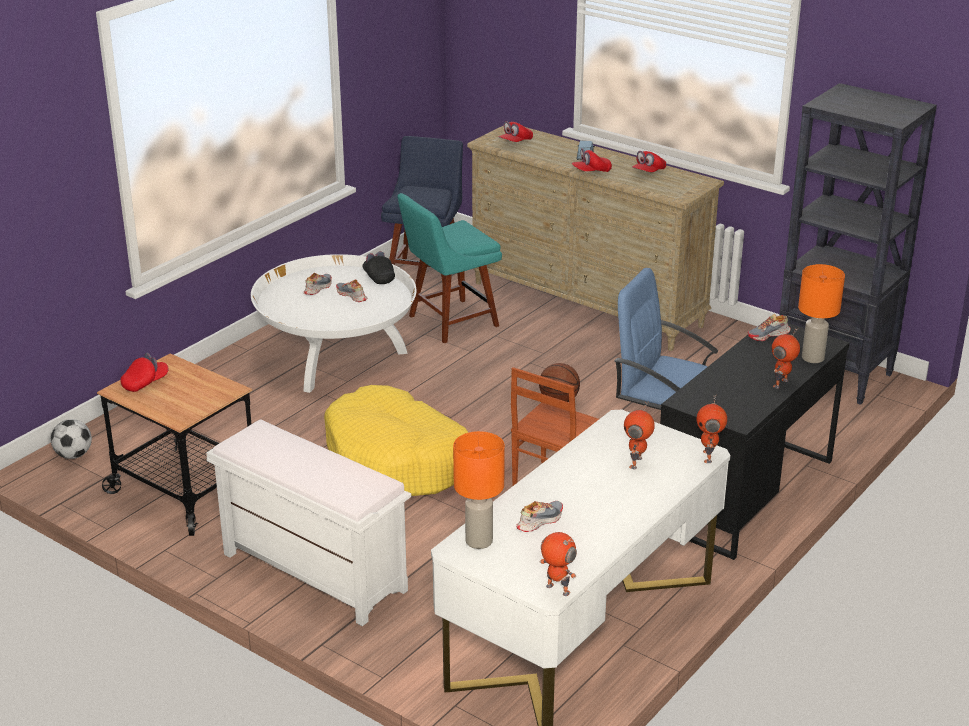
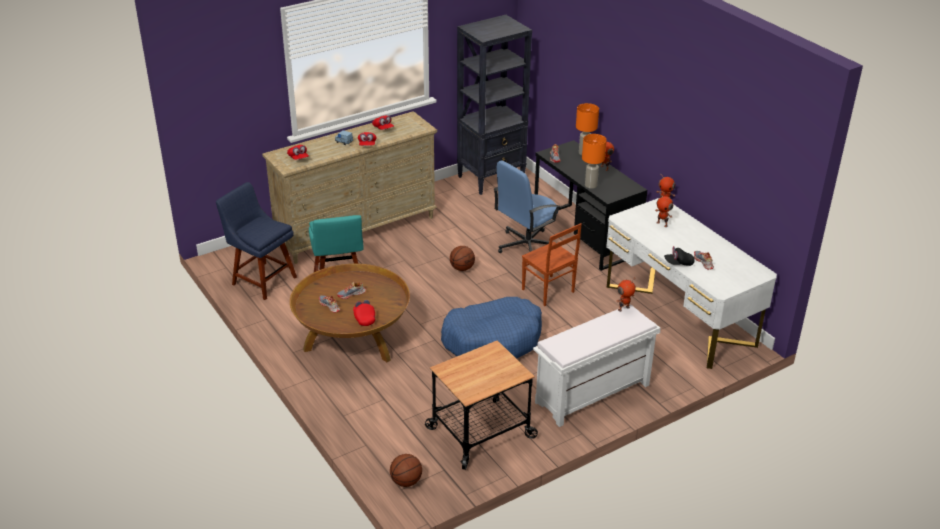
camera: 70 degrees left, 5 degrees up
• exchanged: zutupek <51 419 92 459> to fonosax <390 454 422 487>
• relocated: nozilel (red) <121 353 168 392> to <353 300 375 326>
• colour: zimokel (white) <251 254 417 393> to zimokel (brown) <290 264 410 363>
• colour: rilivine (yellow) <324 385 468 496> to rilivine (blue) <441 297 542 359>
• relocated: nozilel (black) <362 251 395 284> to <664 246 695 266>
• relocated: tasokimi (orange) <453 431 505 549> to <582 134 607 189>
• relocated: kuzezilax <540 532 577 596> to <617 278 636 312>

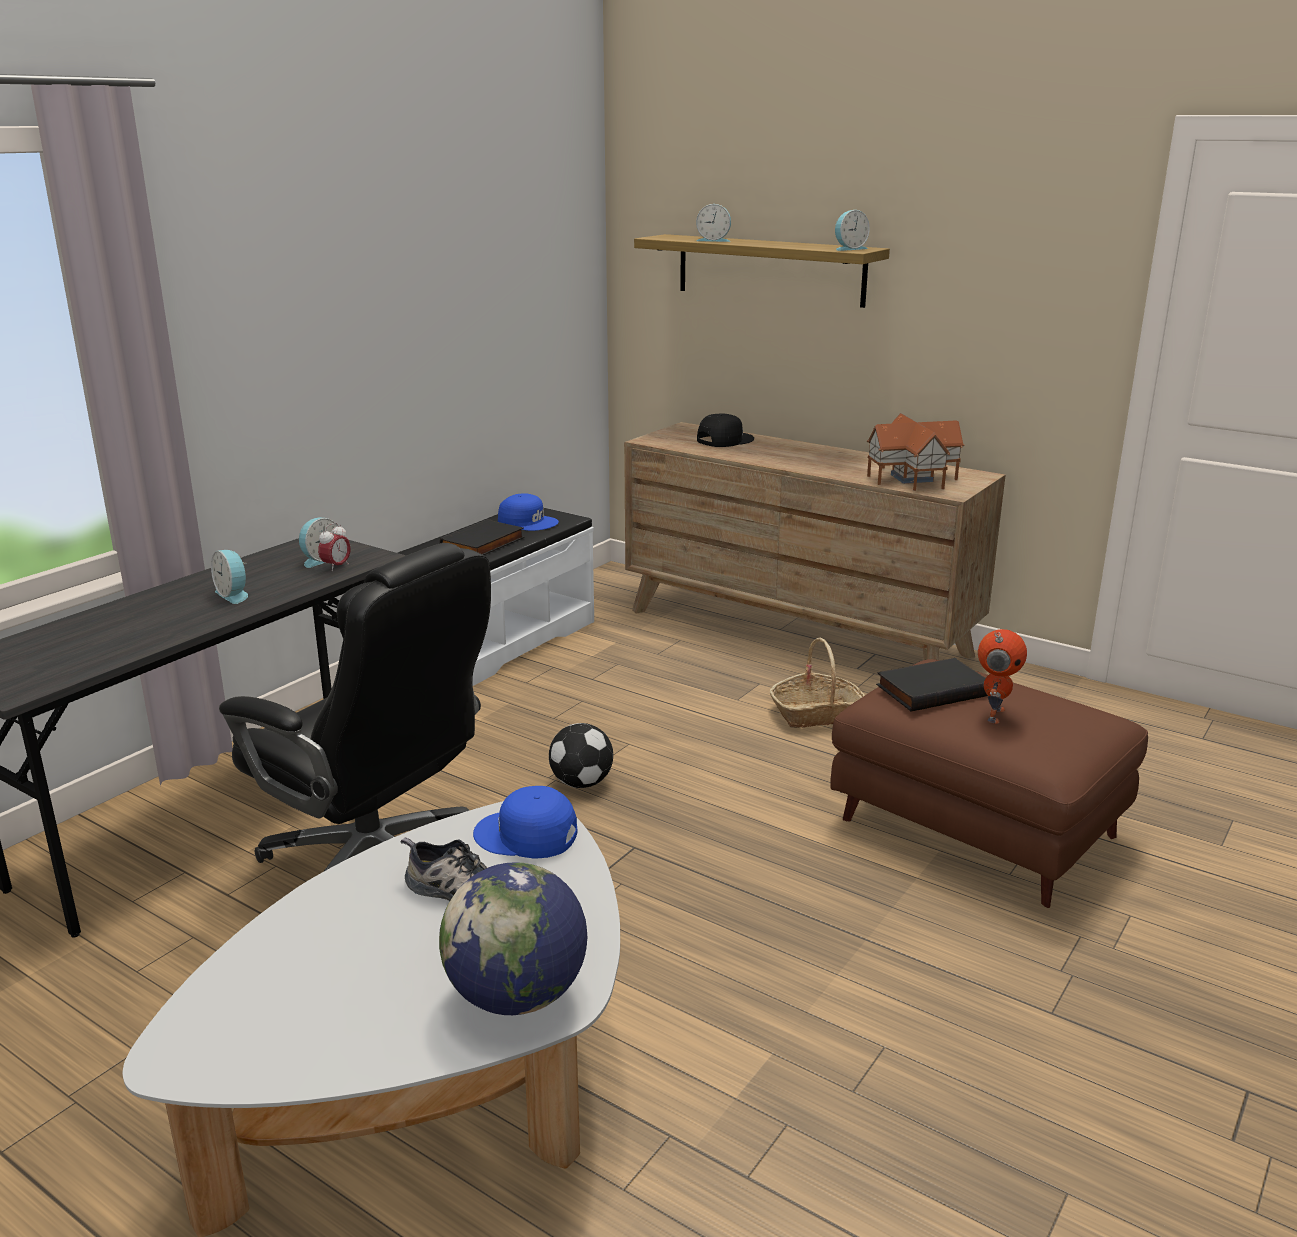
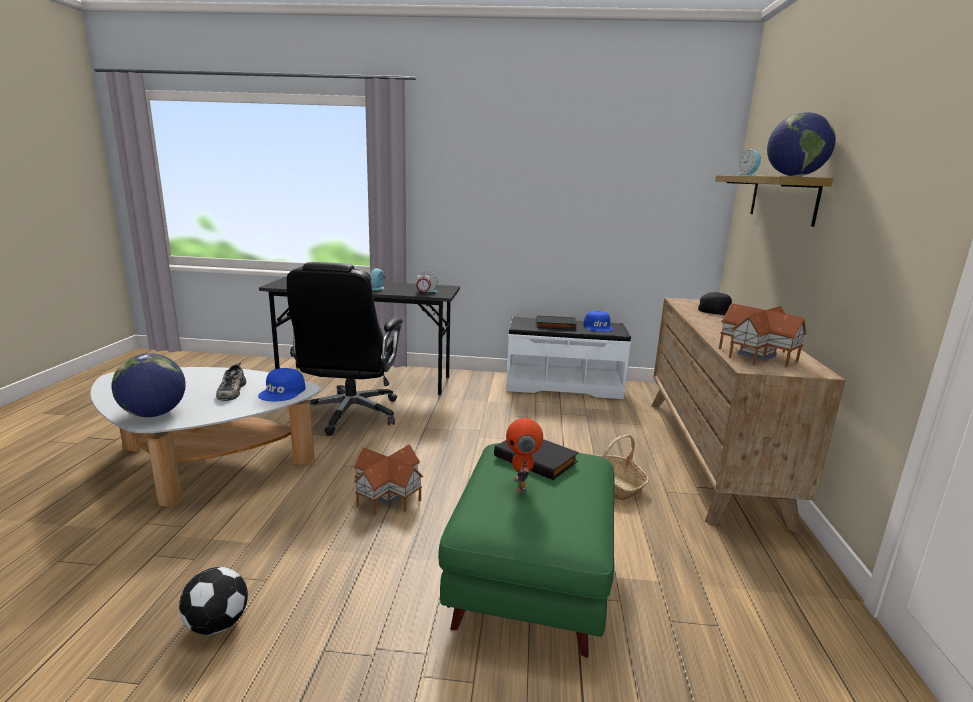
camera: 60 degrees right, 5 degrees down
• spun: nozilel (blue) <473 786 577 858> = <258 368 305 401> 150 degrees counterclockwise
• relocated: zutupek <549 723 613 788> to <179 567 248 635>
• colour: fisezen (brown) <830 659 1148 908> to fisezen (green) <438 443 615 658>
• exchanged: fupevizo <835 210 870 251> to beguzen <767 112 836 176>
• spun: kuzezilax <978 629 1027 724> = <506 407 543 493> 90 degrees clockwise
• appeared: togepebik <353 445 424 515>

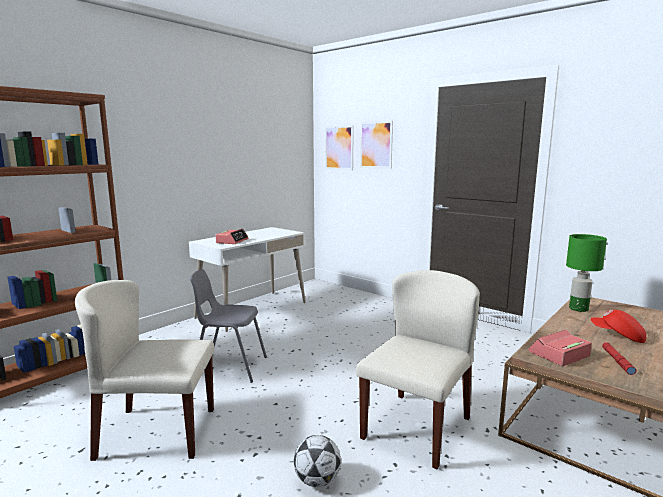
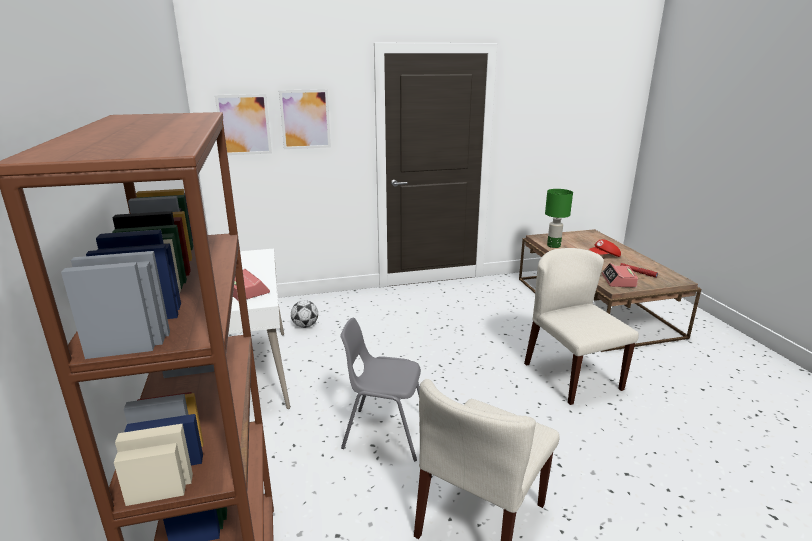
camera: 55 degrees left, 10 degrees up
• spun: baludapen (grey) <190 269 267 383> = <340 318 421 461> 60 degrees clockwise
• relocated: zutupek <294 435 341 487> to <291 300 318 328>

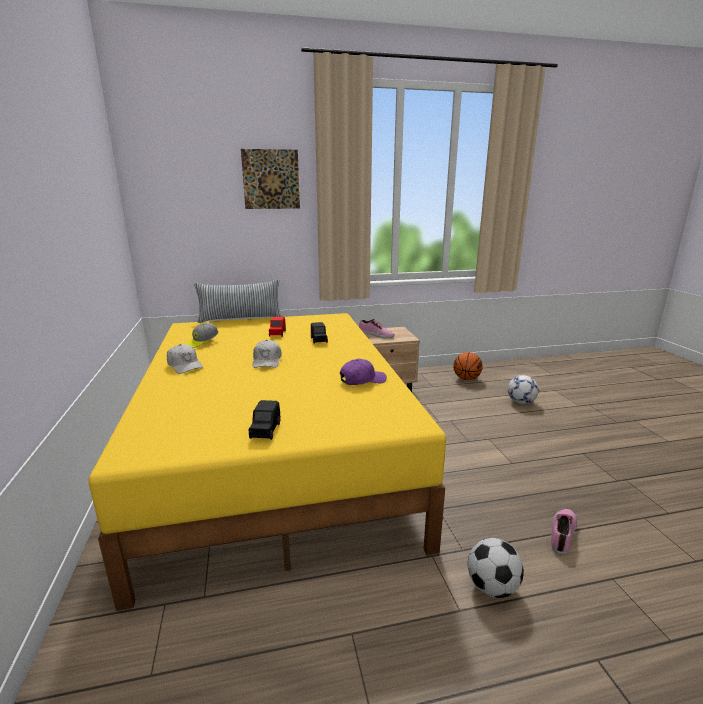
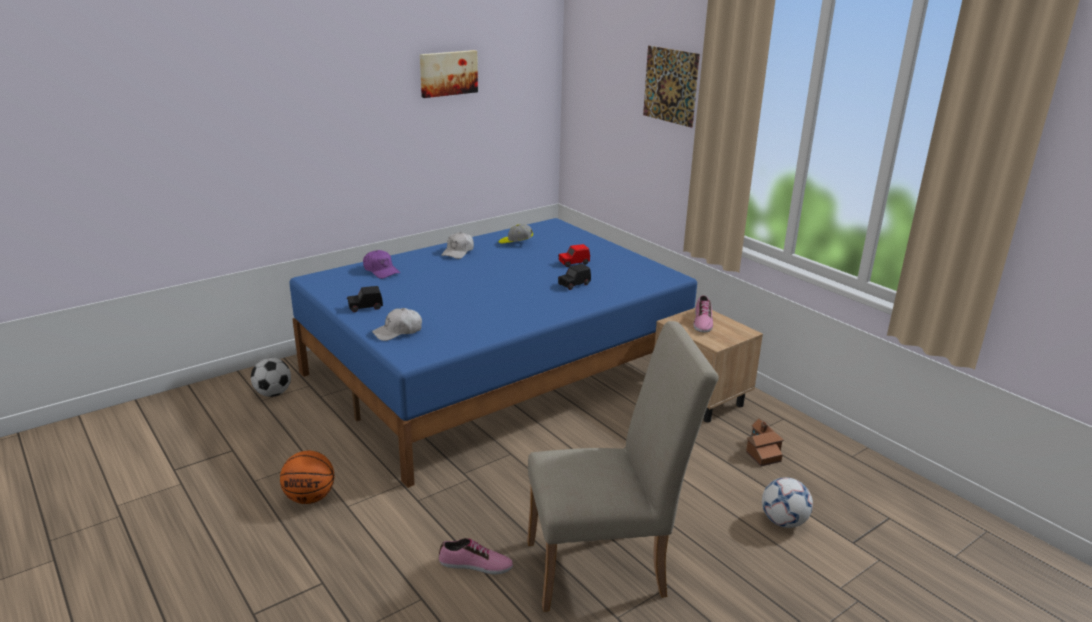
camera: 65 degrees right, 5 degrees up
• colour: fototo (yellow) <89 313 446 611> to fototo (blue) <290 218 697 488>
• missing: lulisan <194 279 282 323>
• relocated: nozilel (white) <253 340 282 368> to <372 308 422 341>
• relocated: nozilel (purple) <340 358 387 385> to <363 250 400 279>
• relocated: fonosax <453 352 483 380> to <280 451 334 504>
• relocated: zutupek <468 538 524 598> to <251 358 291 397>
• appeared: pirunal <420 50 478 98>
• appeared: baludapen (beige) <527 321 719 612>
• appeared: togepebik <746 419 784 466>

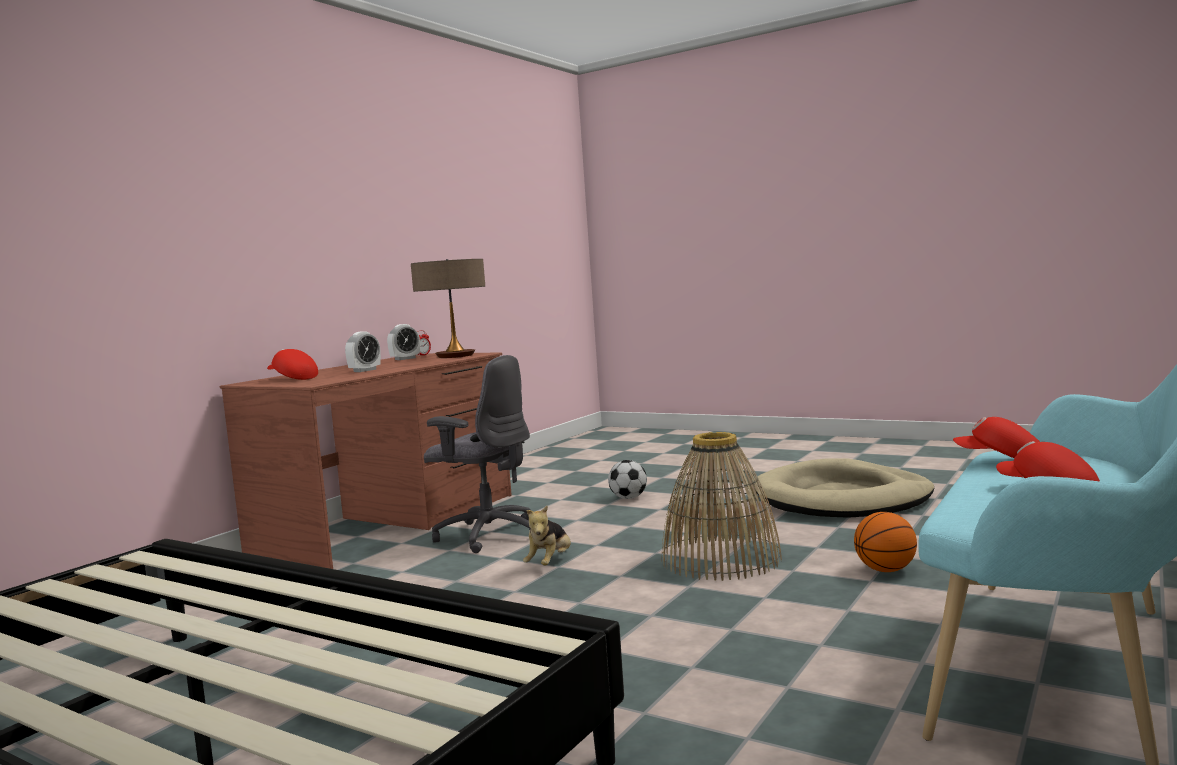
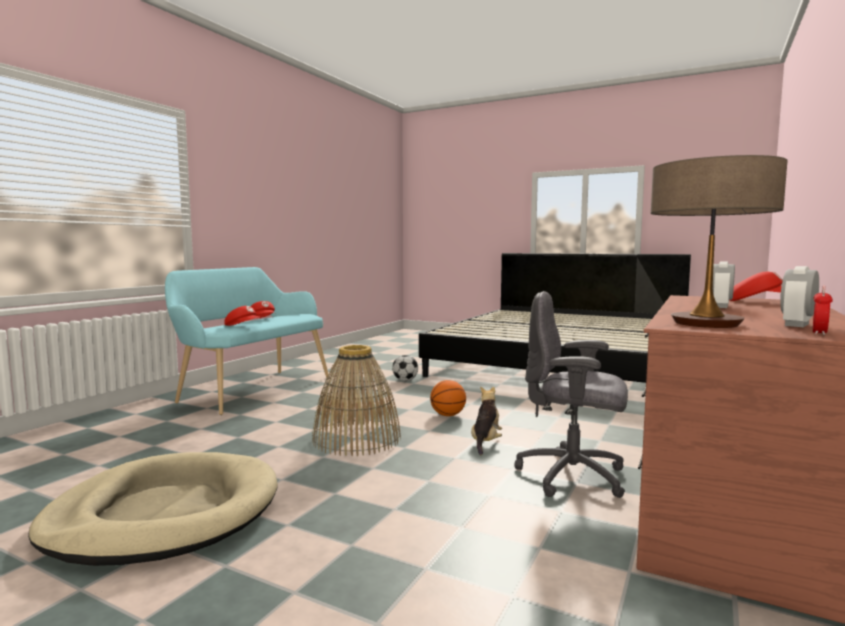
camera: 175 degrees right, 0 degrees up
• relocated: zutupek <608 460 647 499> to <392 355 418 381>
• relocated: fonosax <854 512 917 572> to <430 380 466 416>

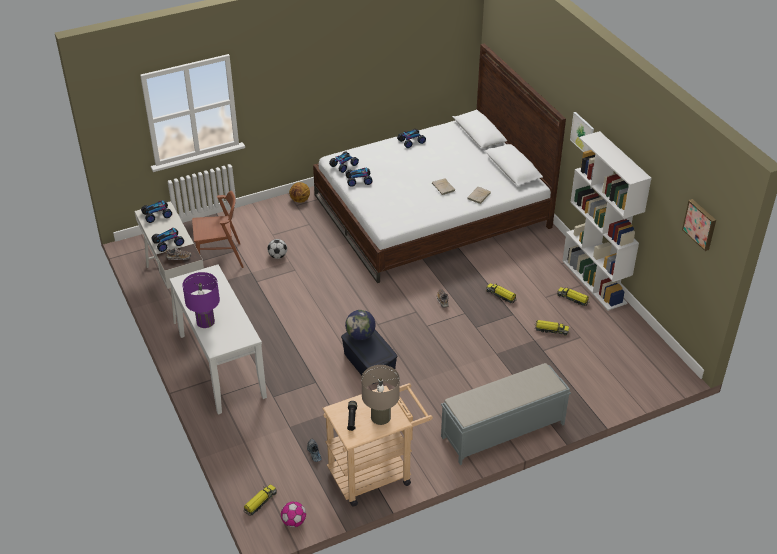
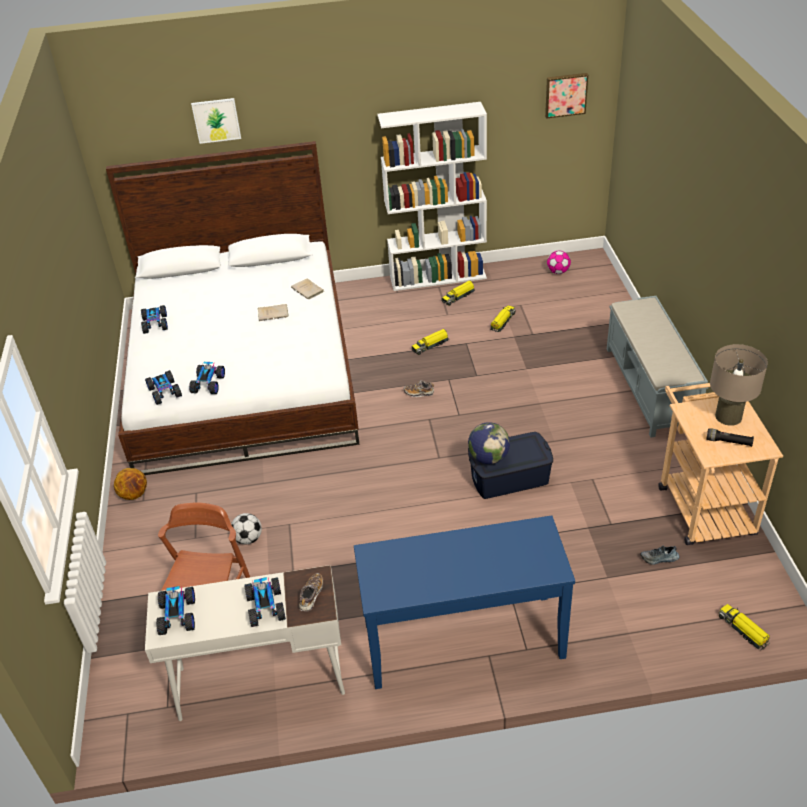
camera: 70 degrees left, 0 degrees up
• colour: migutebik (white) <169 264 267 415> to migutebik (blue) <354 515 575 689>
• missing: tasokimi (purple) <182 272 220 328>
• relocated: zutupek <281 501 306 527> to <547 251 571 274>
• relocated: pirunal <570 112 594 152> to <191 98 241 144>

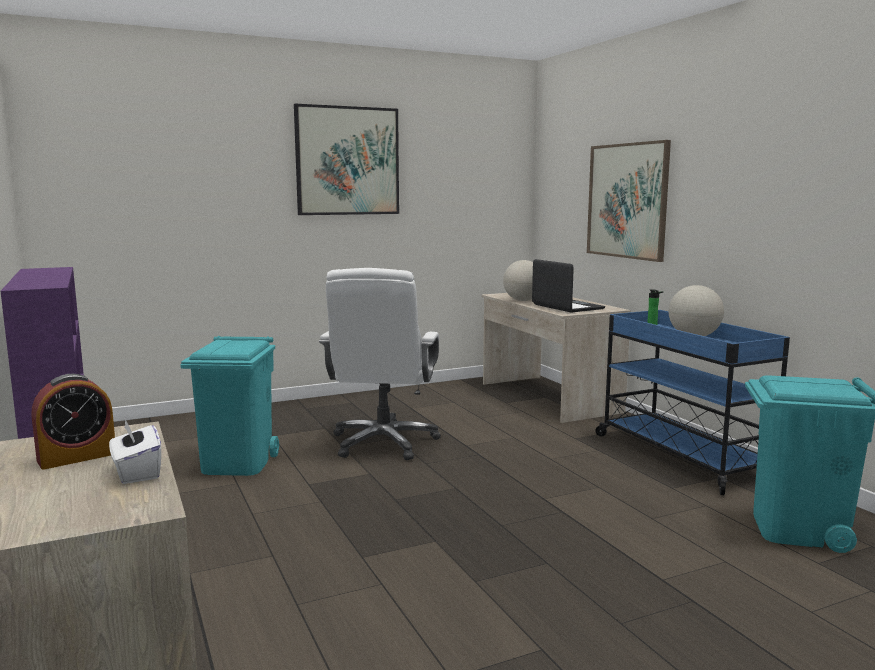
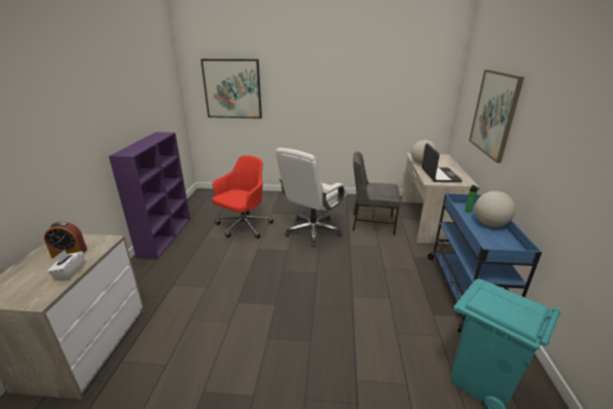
camera: 30 degrees right, 15 degrees up
• exchanged: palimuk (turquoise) <180 336 279 476> to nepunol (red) <212 155 273 239>
• relocated: pirunal <294 104 399 215> to <201 59 262 119>
• appeared: baludapen (grey) <352 151 401 235>

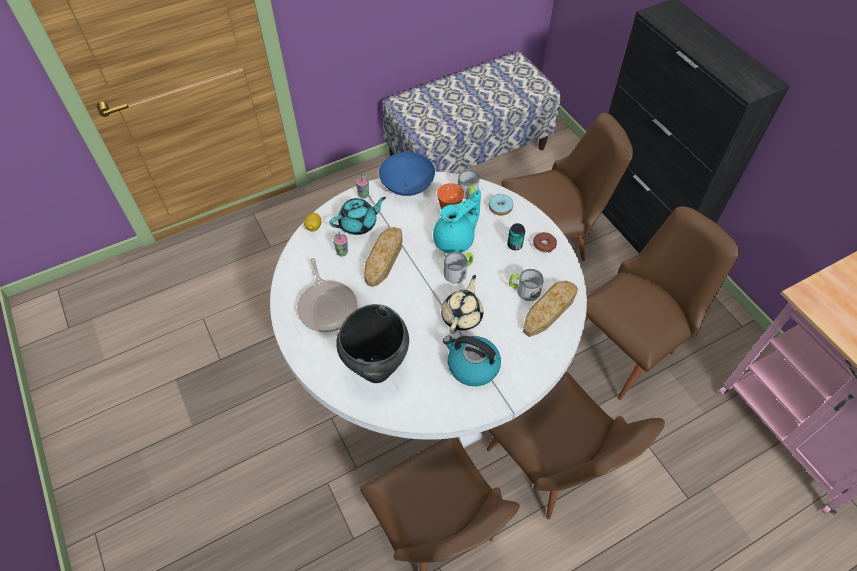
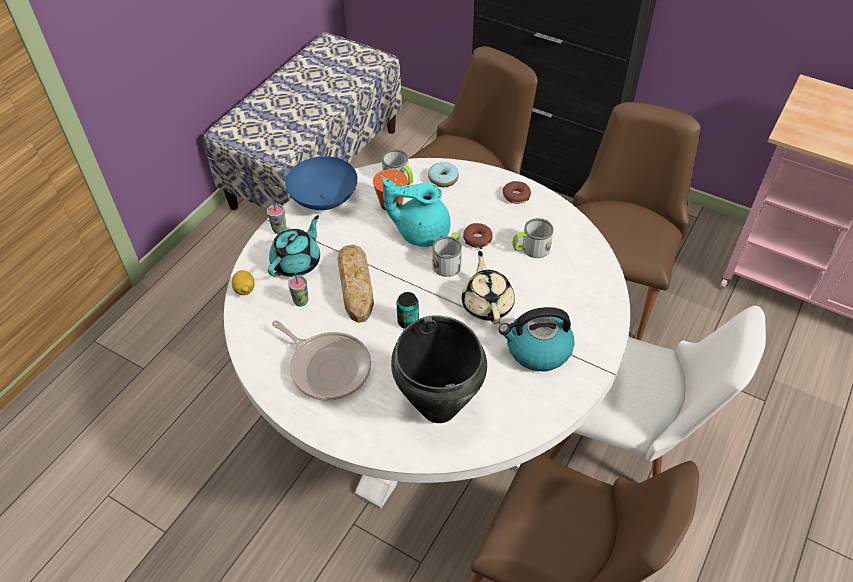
camera: 30 degrees left, 5 degrees down
• spun: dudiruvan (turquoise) <433 189 481 253> = <382 178 451 247> 105 degrees counterclockwise
• colour: baludapen (brown) <487 372 665 519> to baludapen (white) <548 305 766 476>
• relocated: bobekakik <507 223 525 250> to <396 292 419 329>
• missing: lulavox <523 281 578 337>
• appeared: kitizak <463 223 493 249>

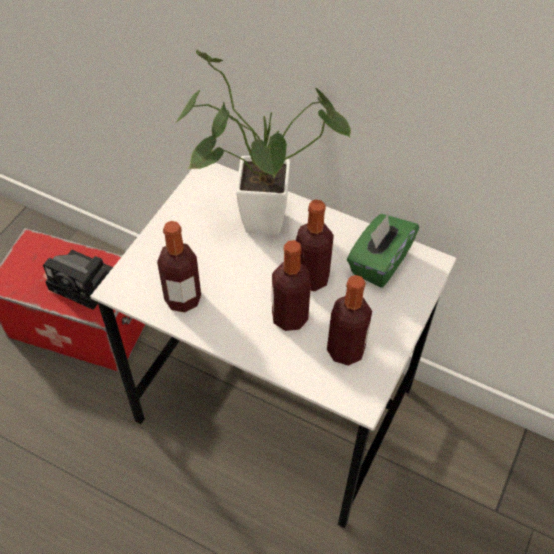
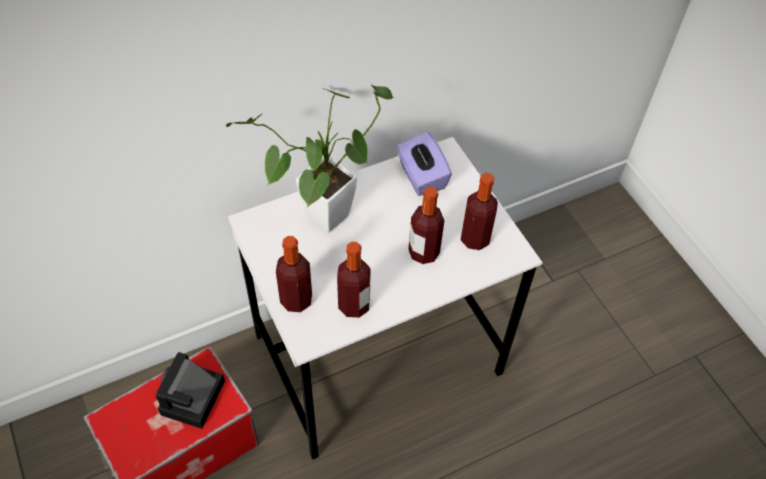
camera: 55 degrees left, 0 degrees up
• spun: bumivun <43 250 113 310> = <156 352 225 429> 135 degrees clockwise
• relocated: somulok <296 199 334 291> to <276 236 312 312>
• colour: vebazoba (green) <347 214 419 288> to vebazoba (purple) <396 132 452 196>

